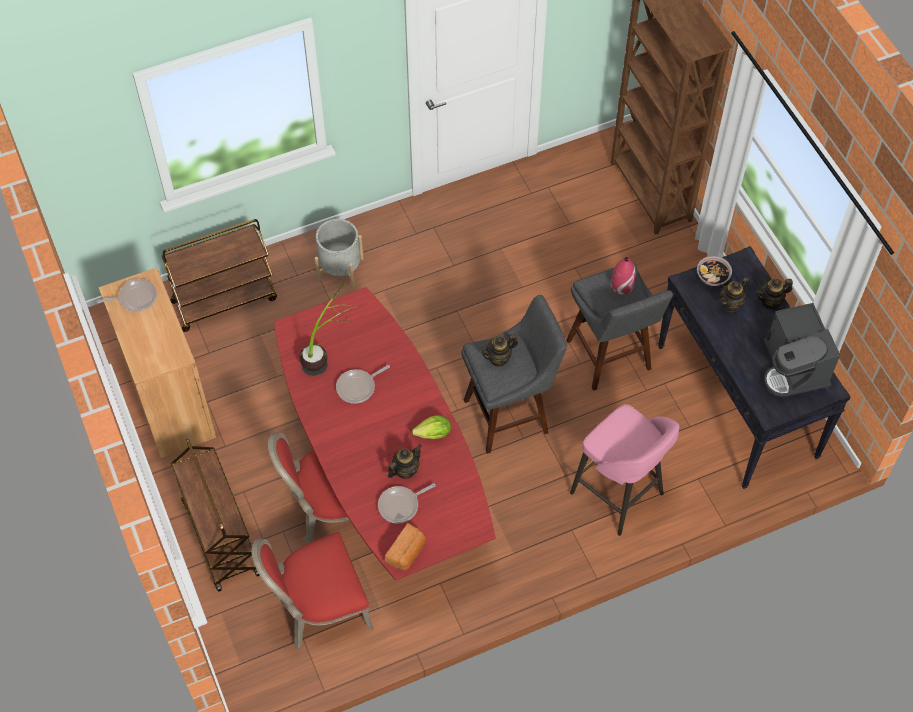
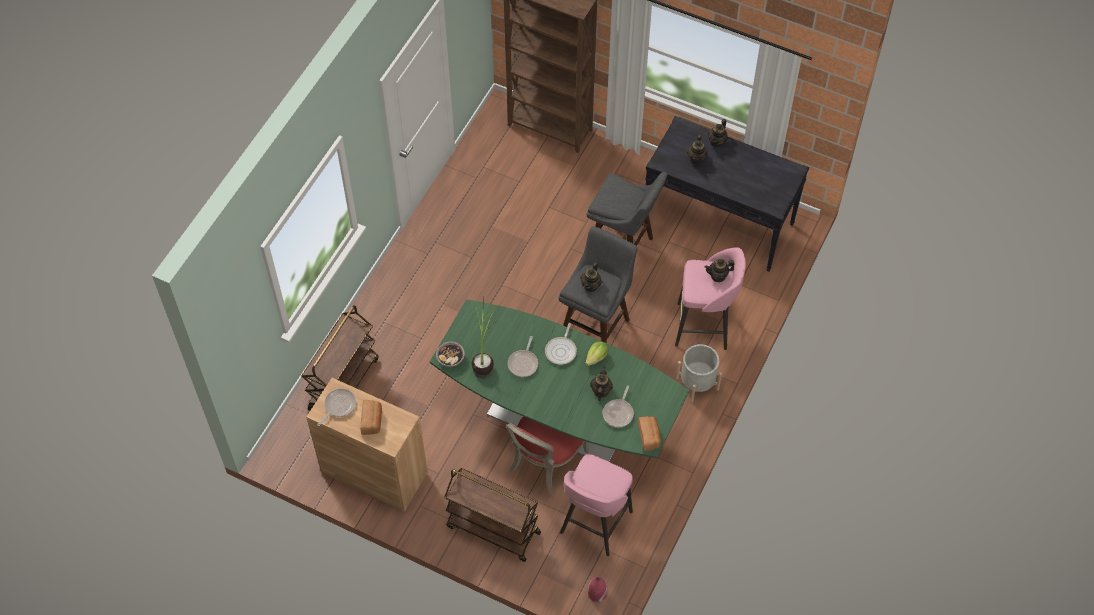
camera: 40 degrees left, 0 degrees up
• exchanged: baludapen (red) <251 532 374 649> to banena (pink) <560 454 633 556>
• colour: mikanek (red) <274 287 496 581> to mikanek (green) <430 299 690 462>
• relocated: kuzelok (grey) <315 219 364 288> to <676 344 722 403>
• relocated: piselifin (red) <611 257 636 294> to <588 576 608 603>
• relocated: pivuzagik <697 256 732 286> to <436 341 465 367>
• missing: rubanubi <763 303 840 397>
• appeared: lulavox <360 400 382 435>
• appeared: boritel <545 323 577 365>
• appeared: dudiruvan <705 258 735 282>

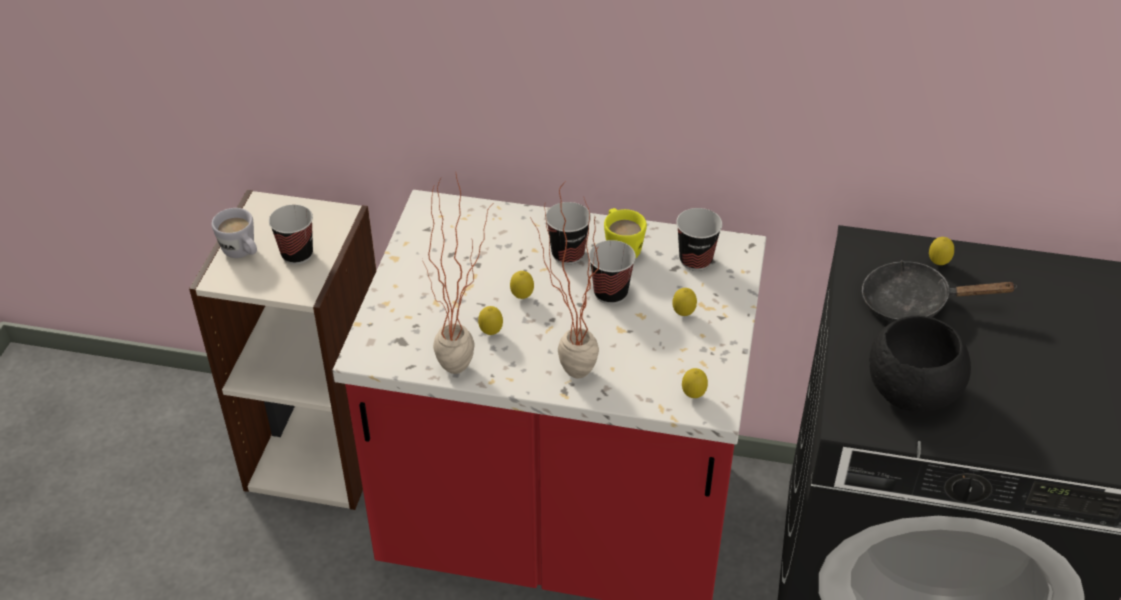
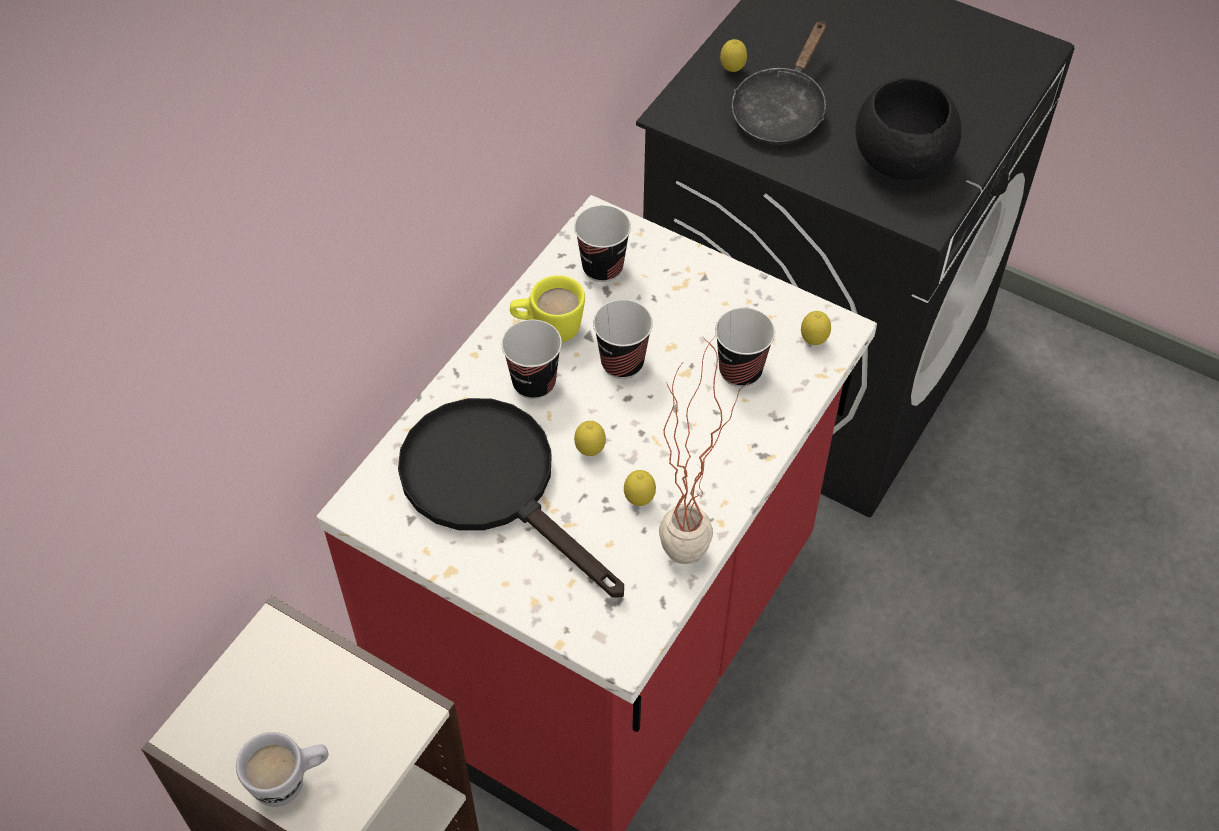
camera: 70 degrees left, 10 degrees up
• relocated: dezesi <269 205 313 265> to <715 308 775 387>
• missing: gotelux <530 181 600 378>
• missing: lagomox <673 288 697 316>
• appeared: boritel (black) <398 398 624 598>

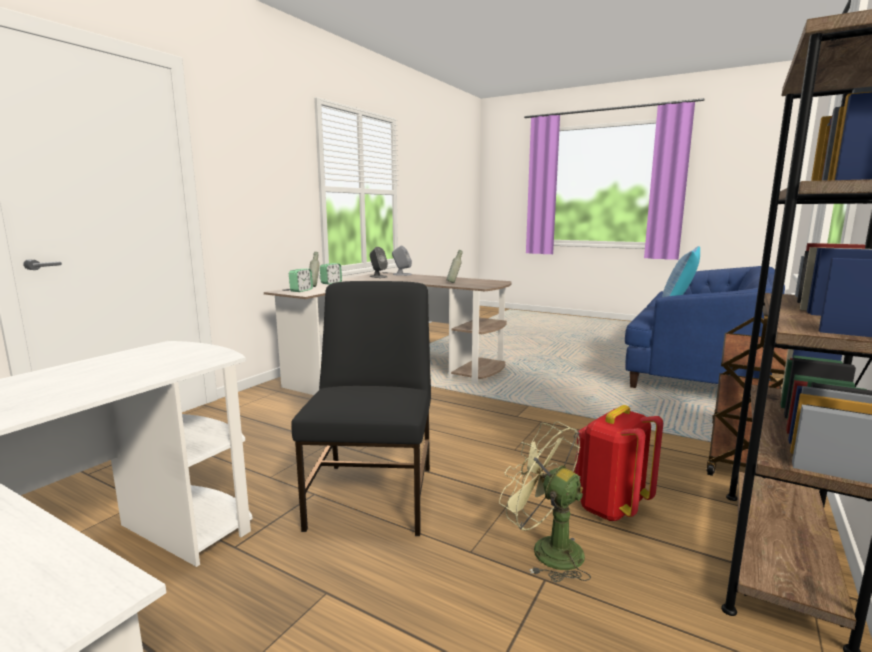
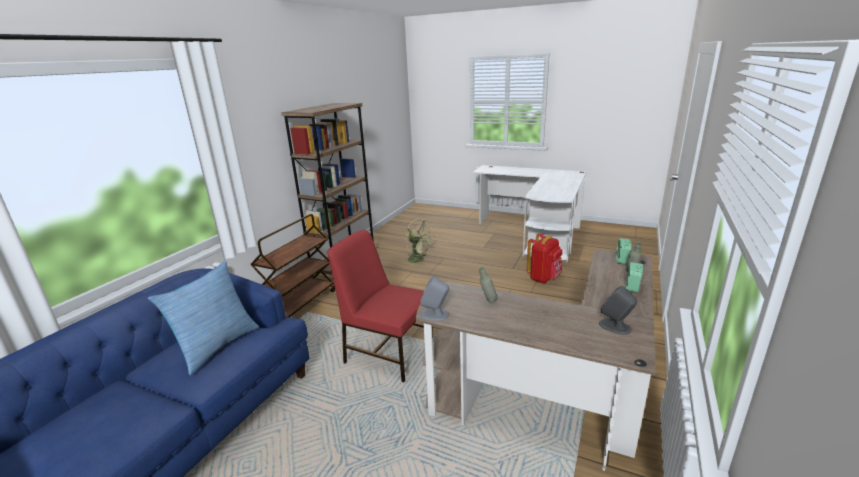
camera: 175 degrees right, 10 degrees up
• missing: baludapen (black) <291 281 431 536>
• relocated: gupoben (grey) <392 245 412 276> to <420 276 449 321>
• relocated: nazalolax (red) <574 405 663 521> to <527 233 562 283>
• appeared: baludapen (red) <327 230 433 382>

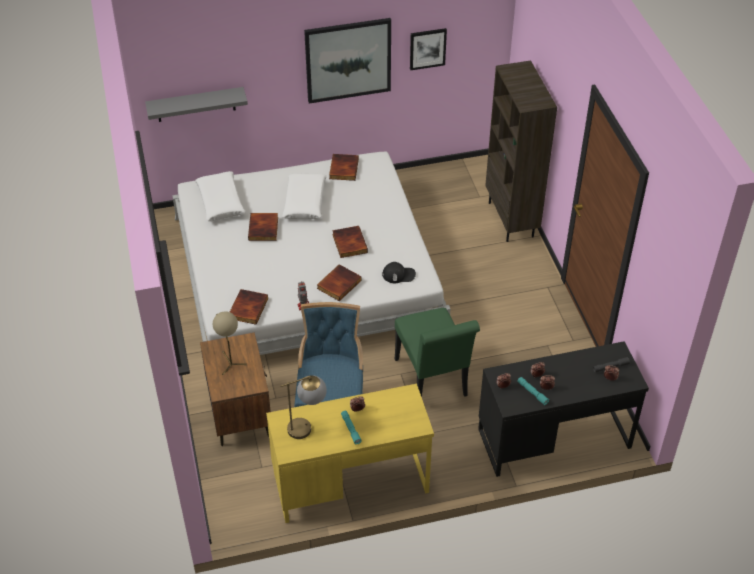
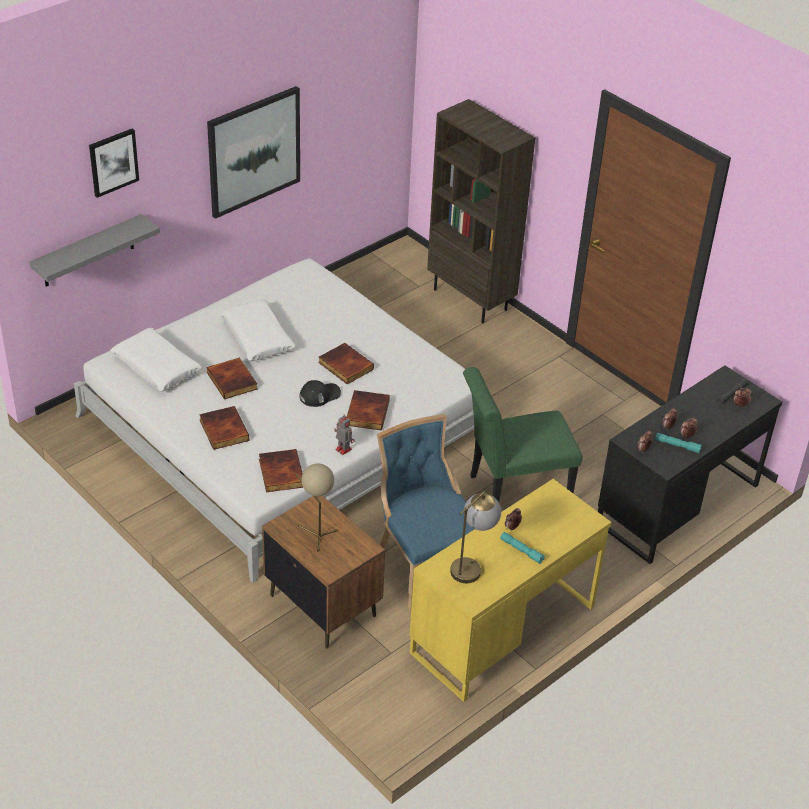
camera: 30 degrees left, 5 degrees down
• relocated: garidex <329 154 359 181> to <199 406 249 450>
• relocated: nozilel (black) <382 262 416 283> to <300 380 341 407>
• spun: baludapen (green) <395 308 480 397> = <463 367 583 502> 120 degrees clockwise
• relocated: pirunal <410 28 447 70> to <89 128 139 198>

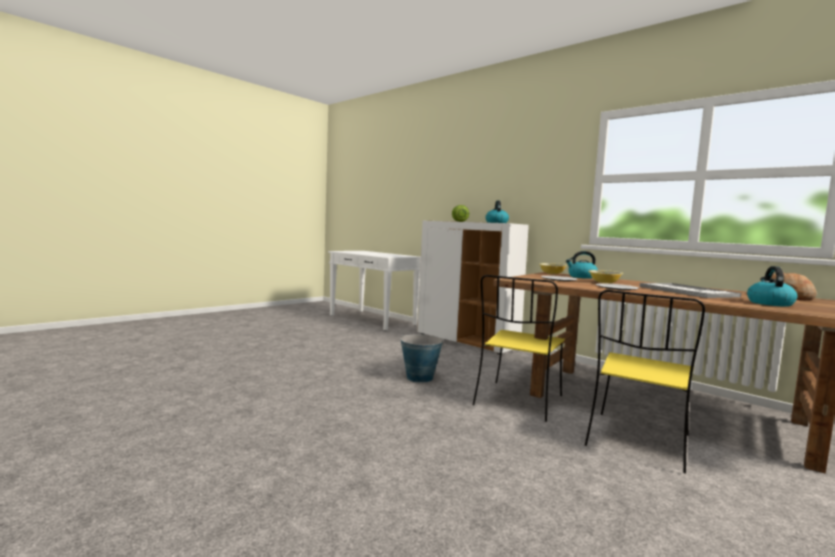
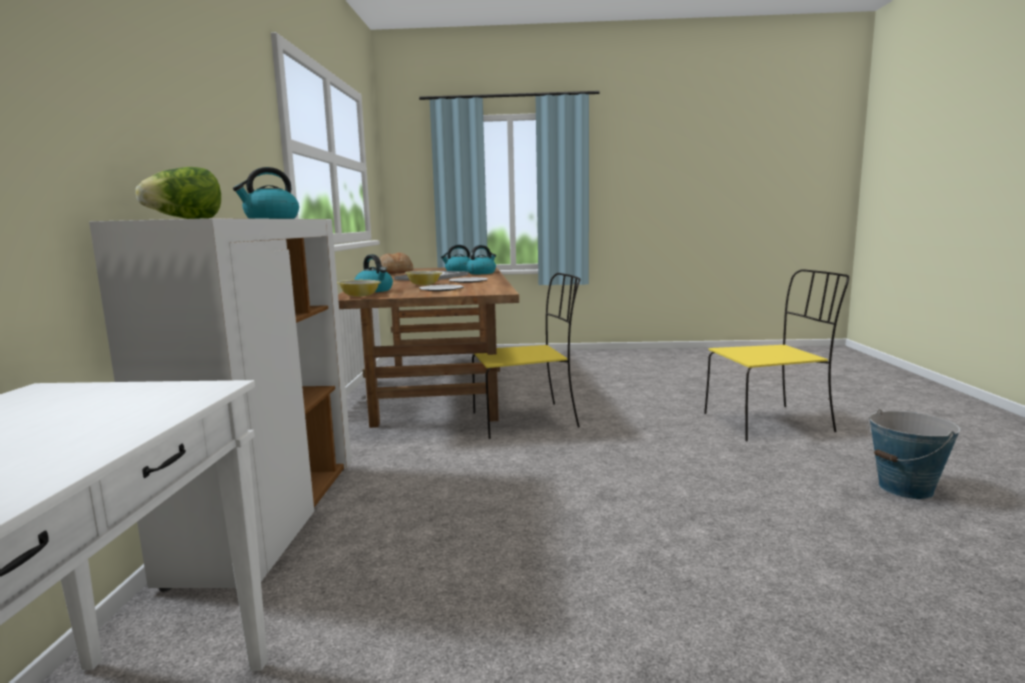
camera: 130 degrees left, 5 degrees up
• relocated: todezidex <400 334 444 383> to <866 409 960 499>
• relocated: baludapen (yellow) <585 290 705 473> to <704 269 849 441>
• appeared: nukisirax <467 245 496 274>

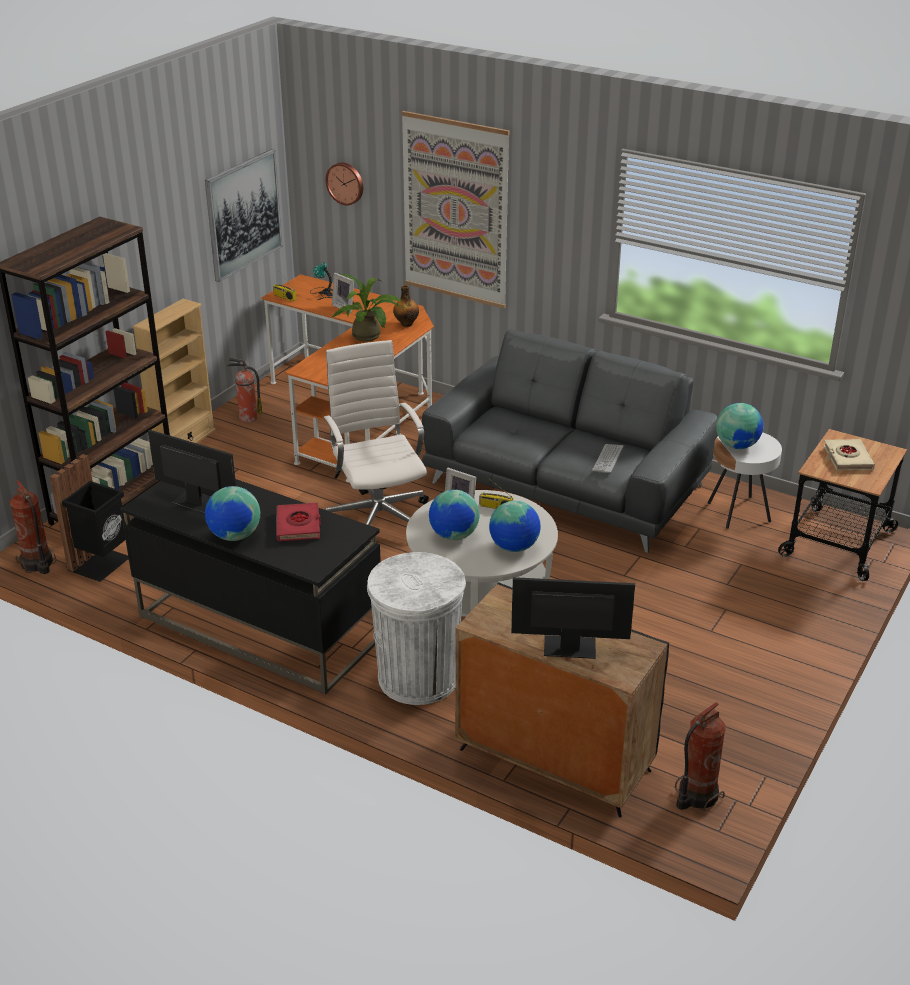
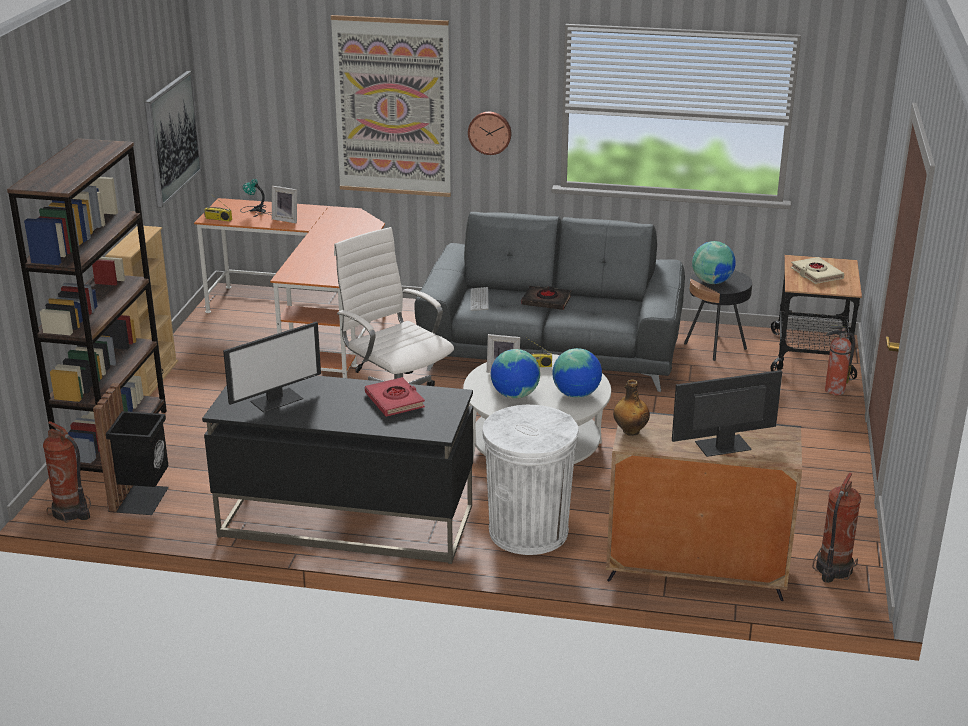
camera: 20 degrees left, 5 degrees down
• spun: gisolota <148 430 236 514> = <223 322 321 413> 135 degrees clockwise
• missing: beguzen <205 486 260 541>
• relocated: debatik <226 358 262 423> to <825 326 855 395>
• relocated: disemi <325 162 363 206> to <468 112 511 155>
• missing: gotelux <332 273 401 341>
• relocated: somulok <393 285 419 327> to <613 379 650 436>
• relocated: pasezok <592 444 623 473> to <470 287 489 311>
• colour: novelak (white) <707 432 782 529> to novelak (black) <684 270 752 361>
• appeared: garidex (black) <522 286 571 310>

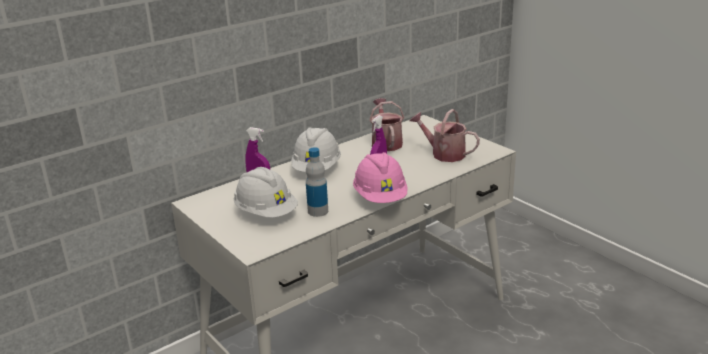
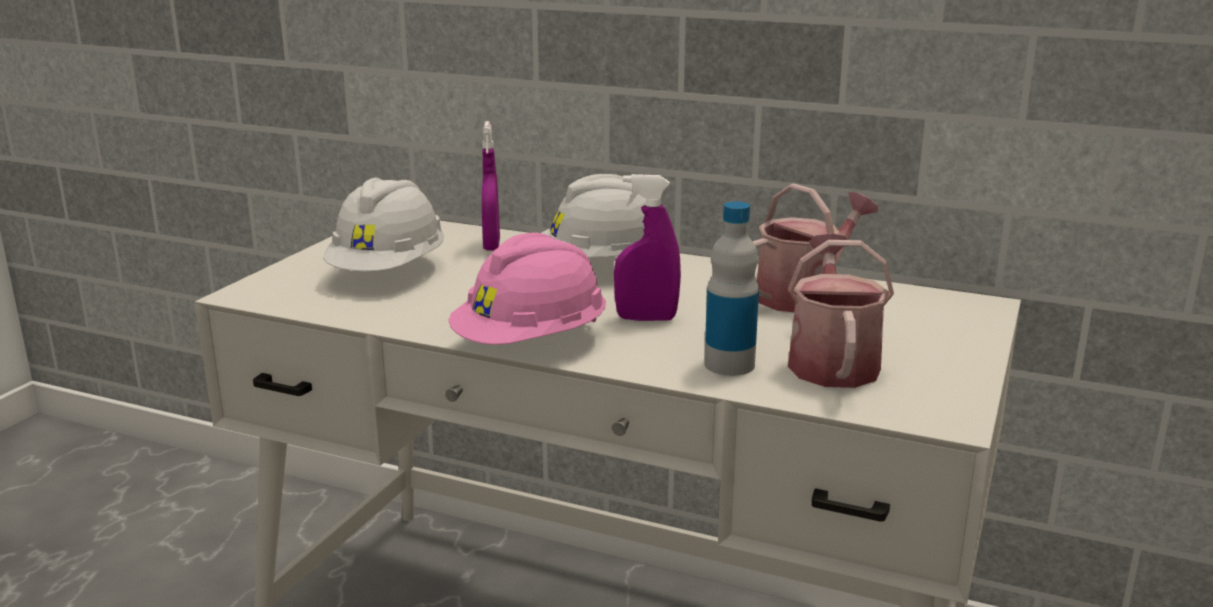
camera: 60 degrees right, 5 degrees down
• relocated: somulok <306 147 328 217> to <704 201 759 376>

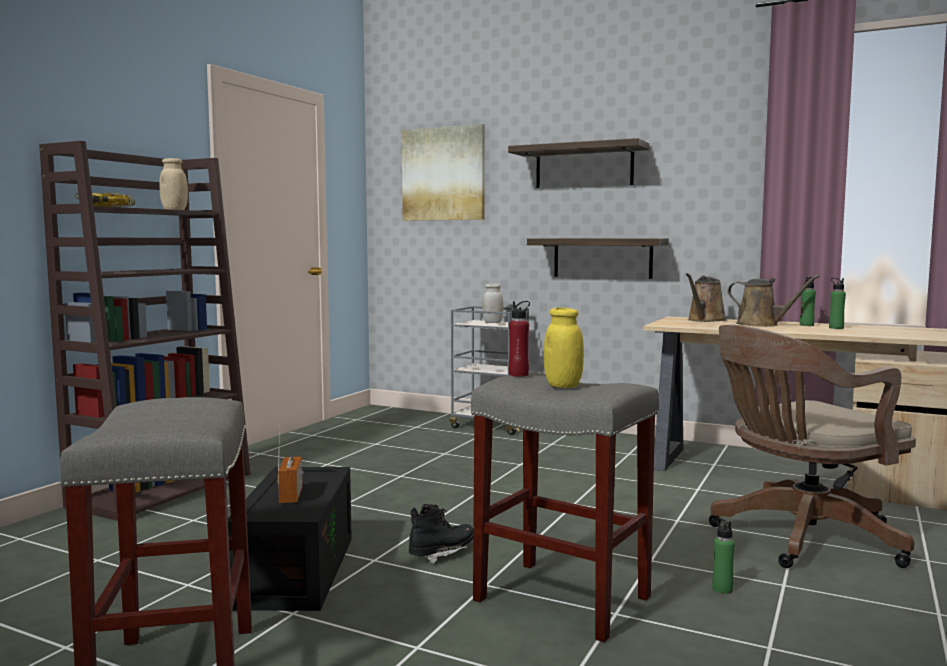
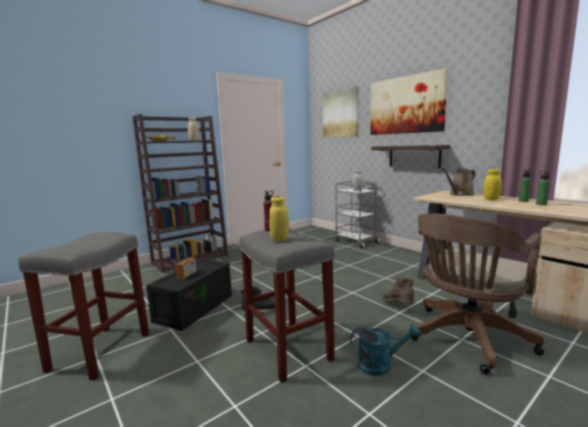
camera: 25 degrees right, 5 degrees up
• exchanged: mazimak <508 138 650 188> to pirunal <370 68 448 135>
• spun: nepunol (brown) <709 325 916 568> = <411 214 544 375> 45 degrees counterclockwise
• exchanged: somulok (green) <712 517 735 594> to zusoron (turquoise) <350 324 421 376>
• exchanged: zusoron (brown) <728 275 820 327> to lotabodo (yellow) <483 169 502 200>
• appeared: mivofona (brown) <382 276 414 304>

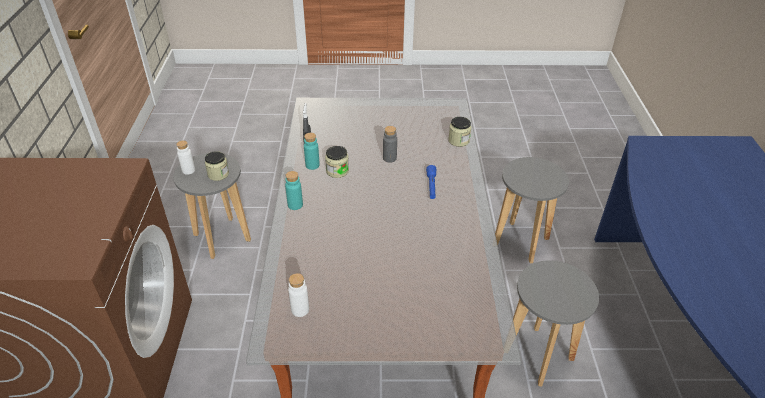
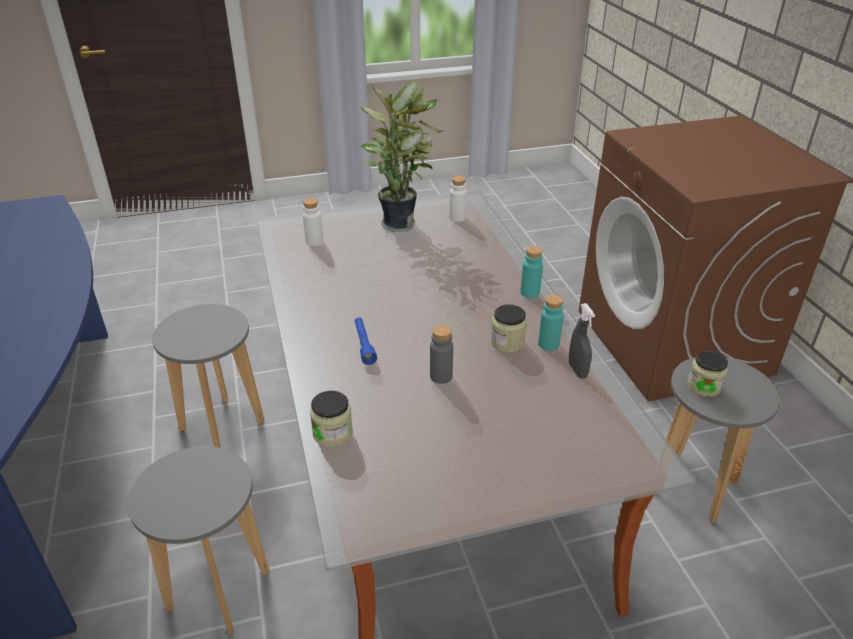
camera: 165 degrees right, 5 degrees down
• relocated: somulok (white) <176 140 195 175> to <303 198 323 246>
• appeared: gotelux <361 82 444 232>

